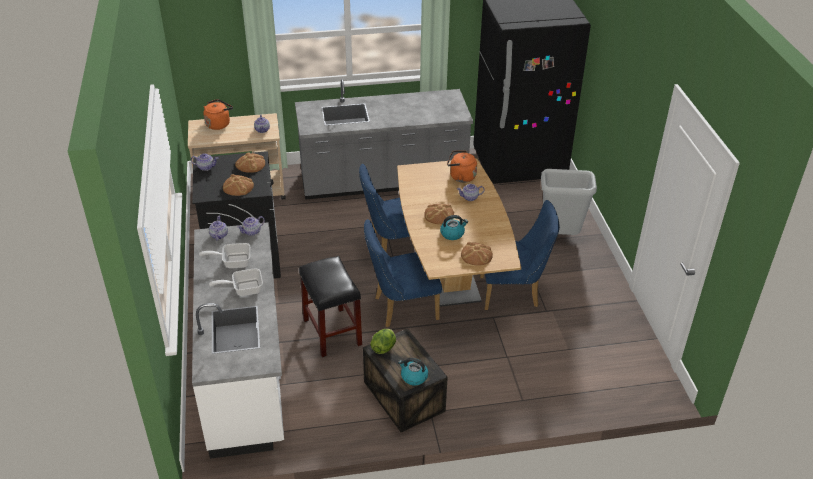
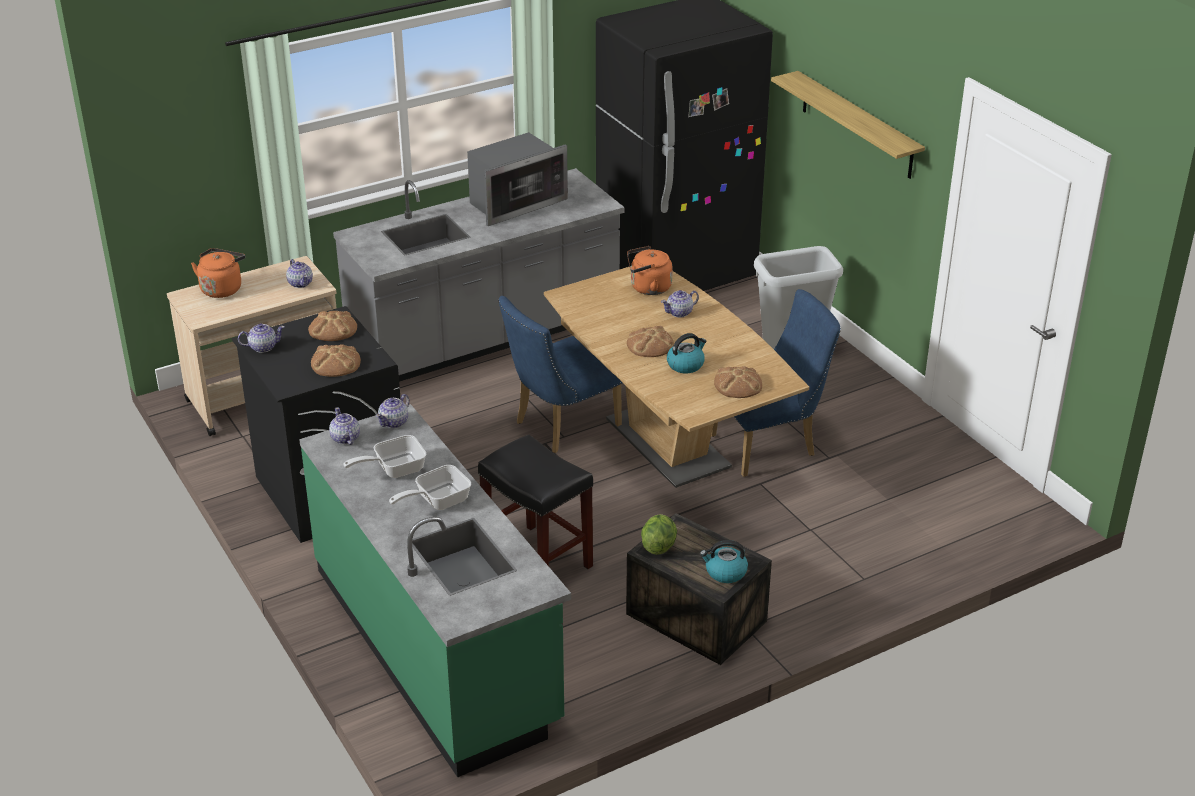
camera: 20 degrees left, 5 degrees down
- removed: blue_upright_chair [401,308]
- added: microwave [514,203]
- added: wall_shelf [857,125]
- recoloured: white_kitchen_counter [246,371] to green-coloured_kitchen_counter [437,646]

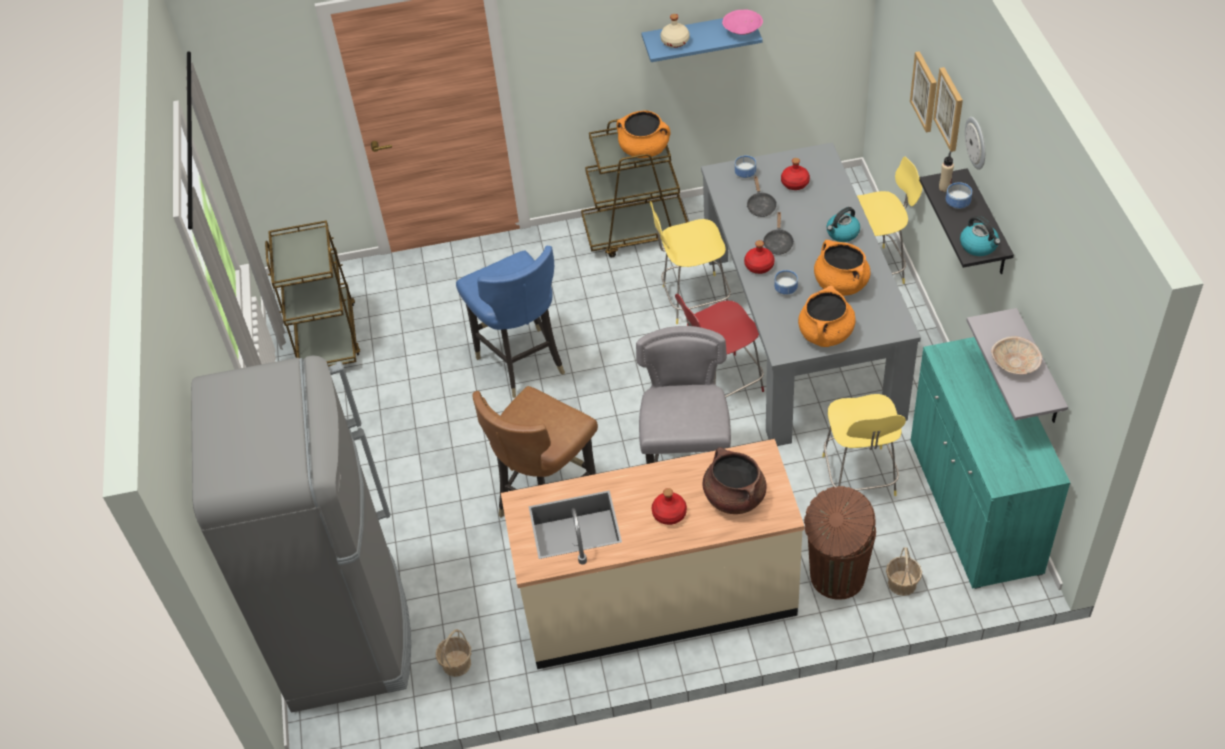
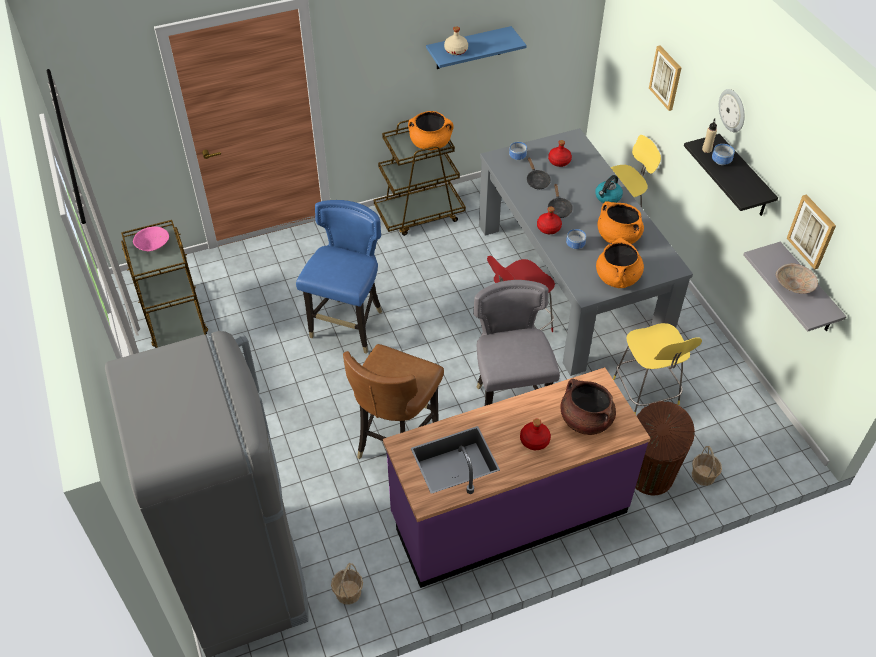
camera: 15 degrees left, 0 degrees up
- removed: yellow_sitting_stool [693,299]
- removed: blue-green_cupboard [974,506]
- removed: kettle [979,246]
- moved: pinkish_serving_bowl [742,30] to [153,245]
- moved: picture [950,109] to [812,231]
- recoloured: sand-coloured_kitchen_counter [657,599] to purple-coloured_kitchen_counter [508,513]
- turned: blue_upright_chair [521,362] = [348,327] 120 degrees counterclockwise

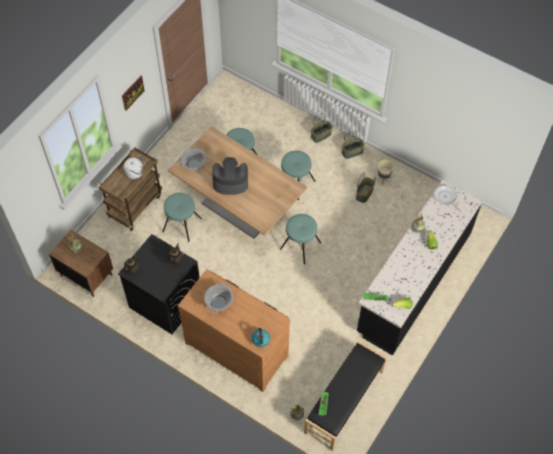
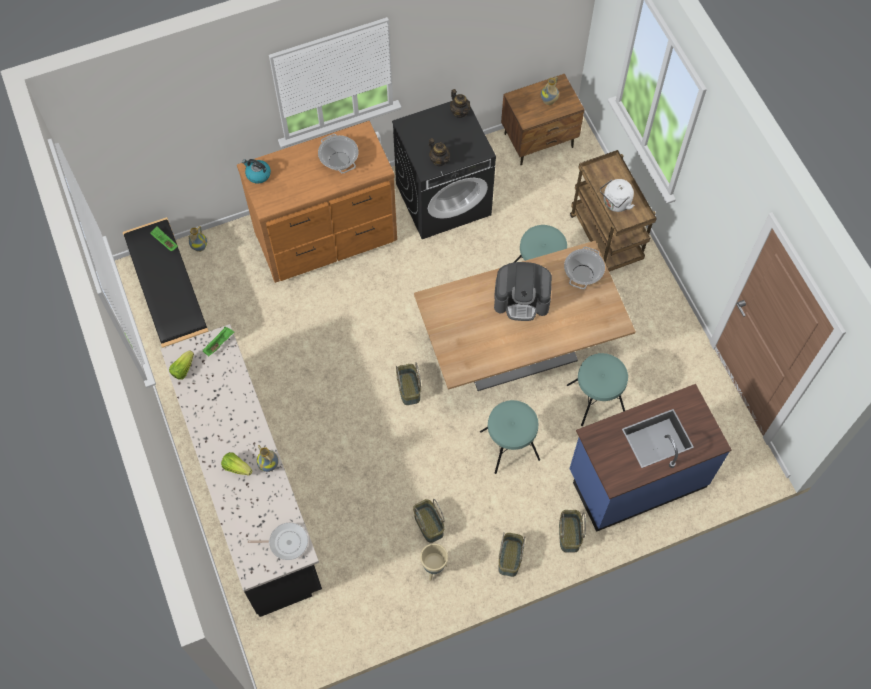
camera: 125 degrees right, 5 degrees up
- removed: picture [132,93]
- added: blue_kitchen_counter [636,478]
- replaced: blue-green_sitting_stool [300,246] to basket [408,388]
- turned: coffee_machine [230,182] = [522,299] 60 degrees clockwise

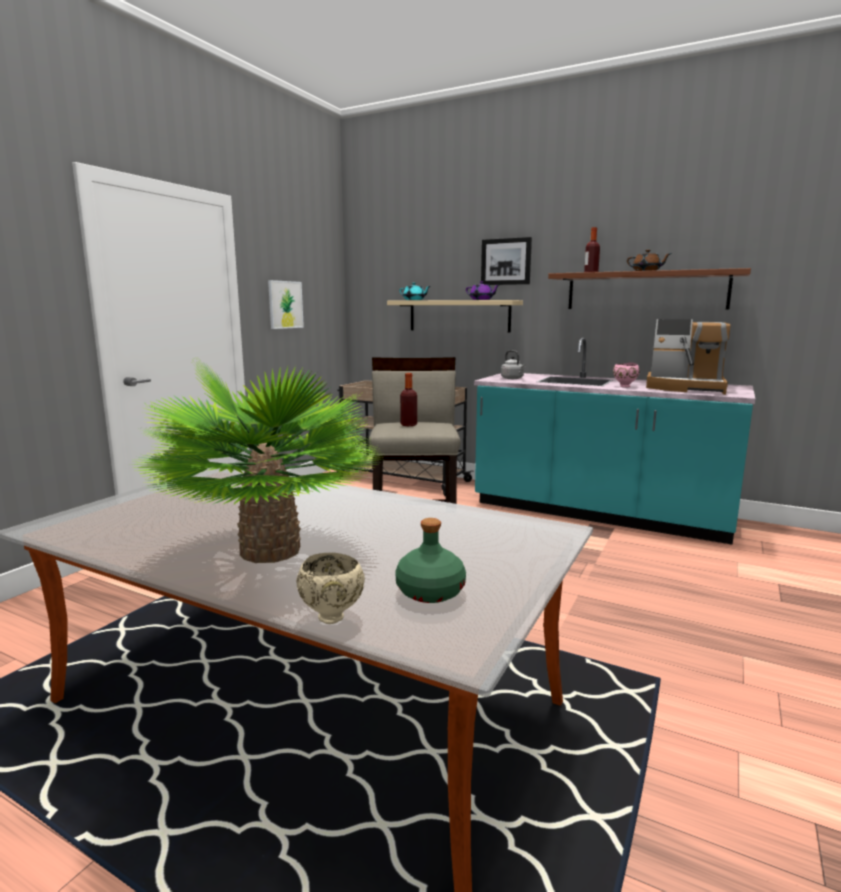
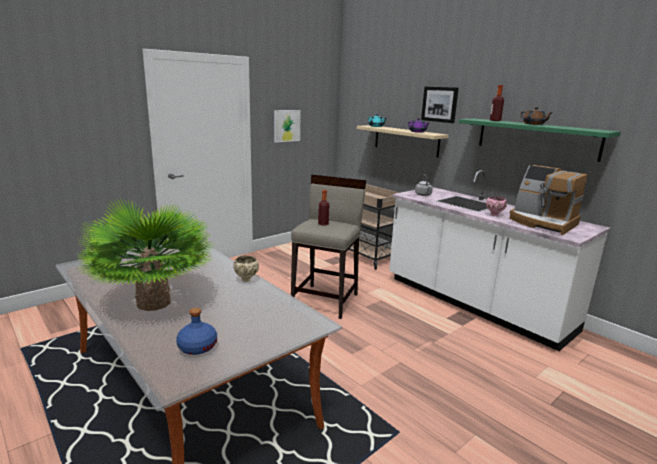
camera: 20 degrees right, 5 degrees up
- moved: sand-coloured_serving_bowl [333,617] to [246,280]
- recoloured: green-coloured_beverage_bottle [429,591] to blue_beverage_bottle [197,347]
- recoloured: blue-green_kitchen_counter [599,513] to white_kitchen_counter [474,304]
- recoloured: brownish_wall_shelf [645,291] to green-coloured_wall_shelf [536,138]

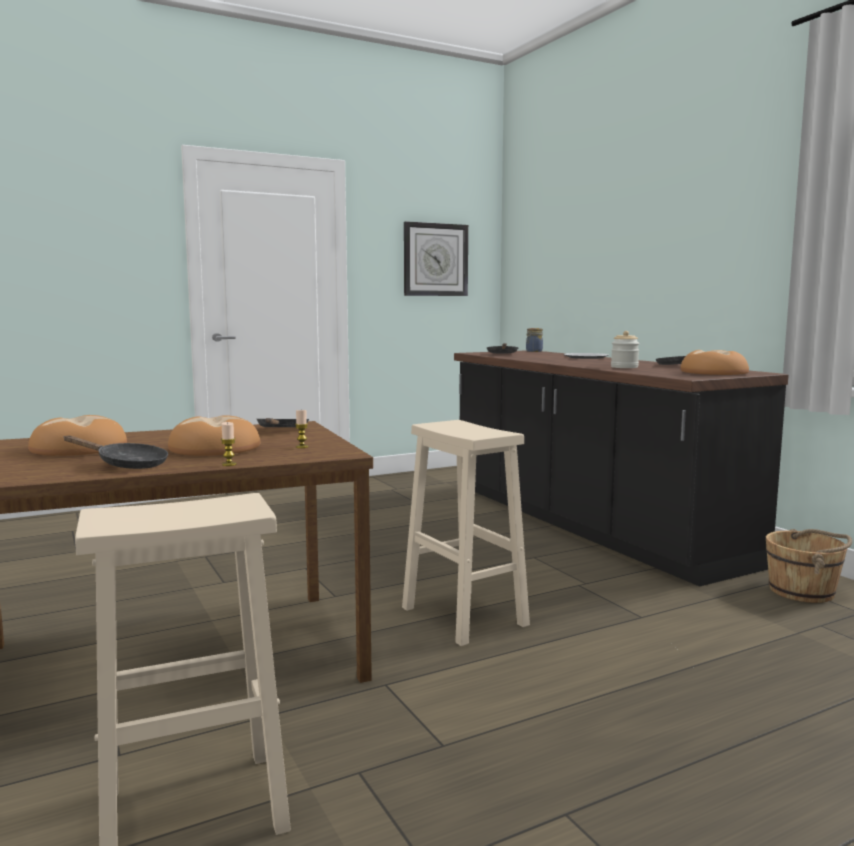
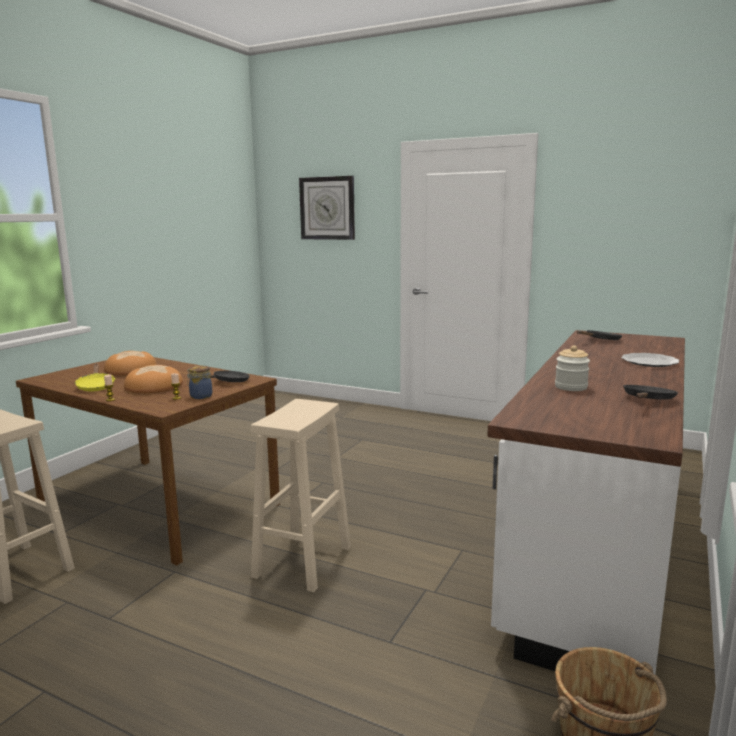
camera: 55 degrees right, 5 degrees up
- removed: bakery_bread [714,373]
- moved: hanging_clock [435,260] to [327,208]
- moved: storage_jar [533,351] to [200,396]
- recoloured: black_frying_pan [127,464] to yellow_frying_pan [96,386]
- recoloured: black_kitchen_counter [586,524] to white_kitchen_counter [594,547]

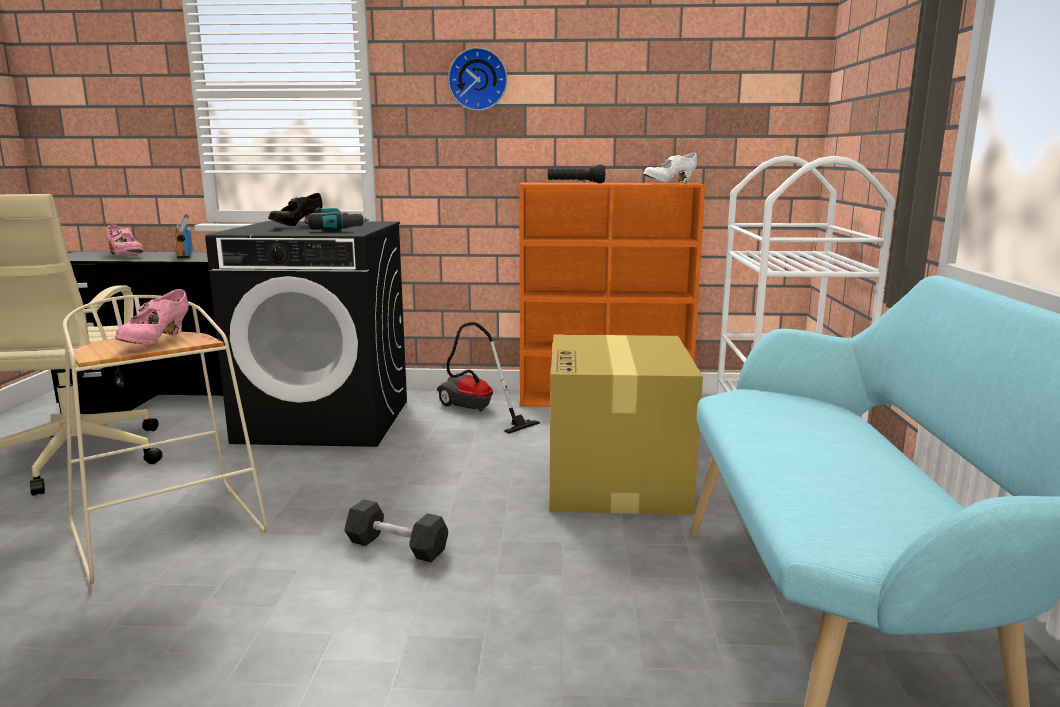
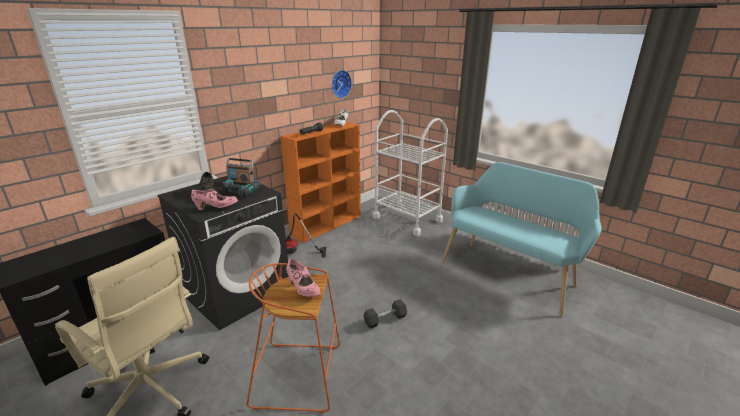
camera: 50 degrees left, 10 degrees up
- removed: packing_box [617,480]
- moved: pinkish_shoe [125,256] to [216,208]
- moved: radio_receiver [184,255] to [241,182]
- moved: hanging_clock [478,79] to [340,84]
- recoloured: sand-coloured_sitting_stool [171,532] to orangey_sitting_stool [300,375]

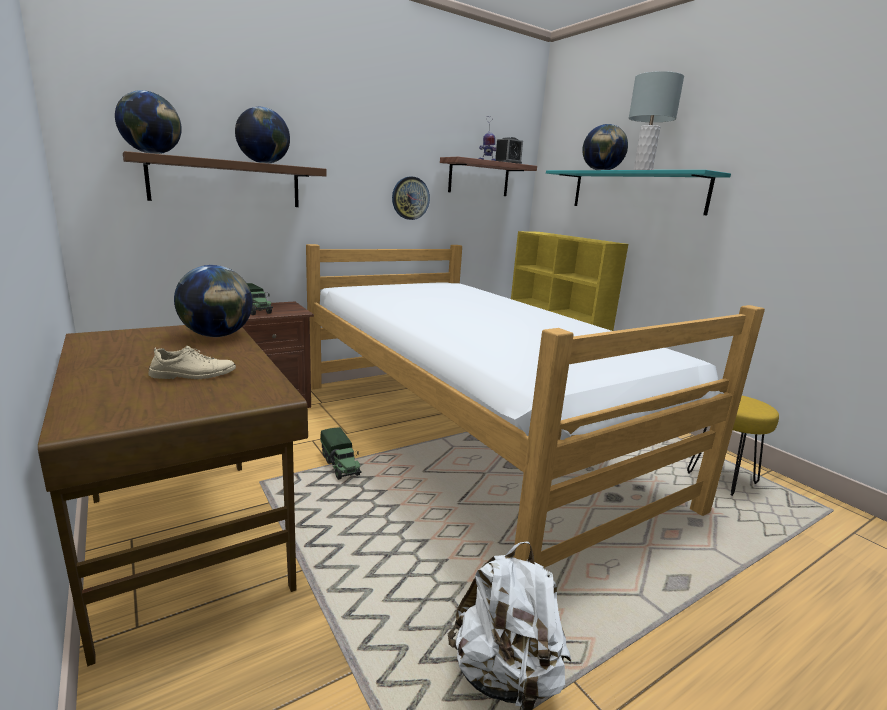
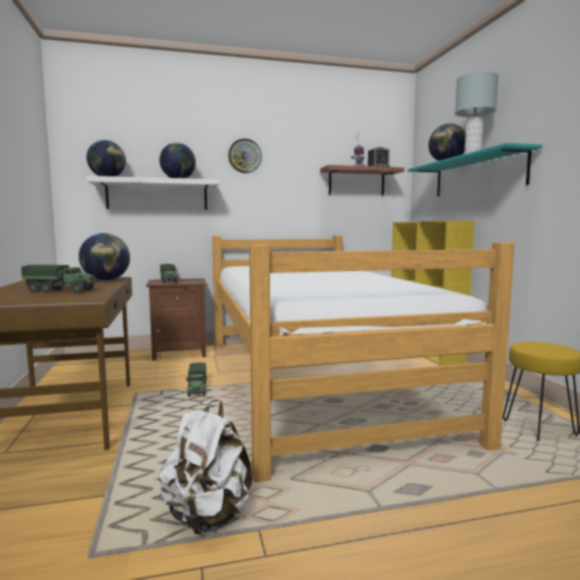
camera: 20 degrees right, 10 degrees down
- moved: hanging_clock [410,198] to [245,156]
- replaced: sand-coloured_shoe [193,374] to toy_lorry [62,291]
- recoloured: brownish_wall_shelf [227,183] to white_wall_shelf [157,195]

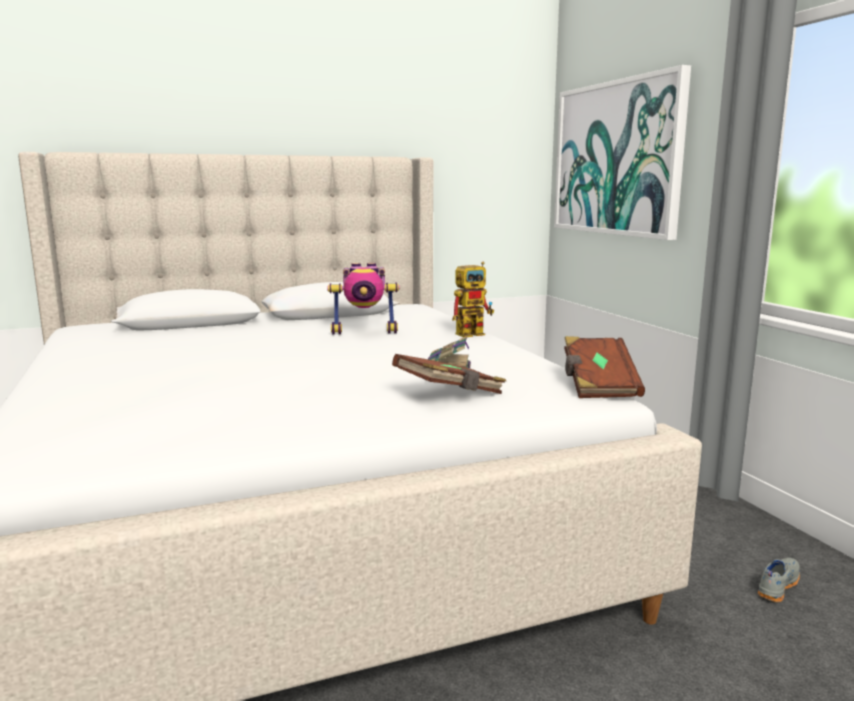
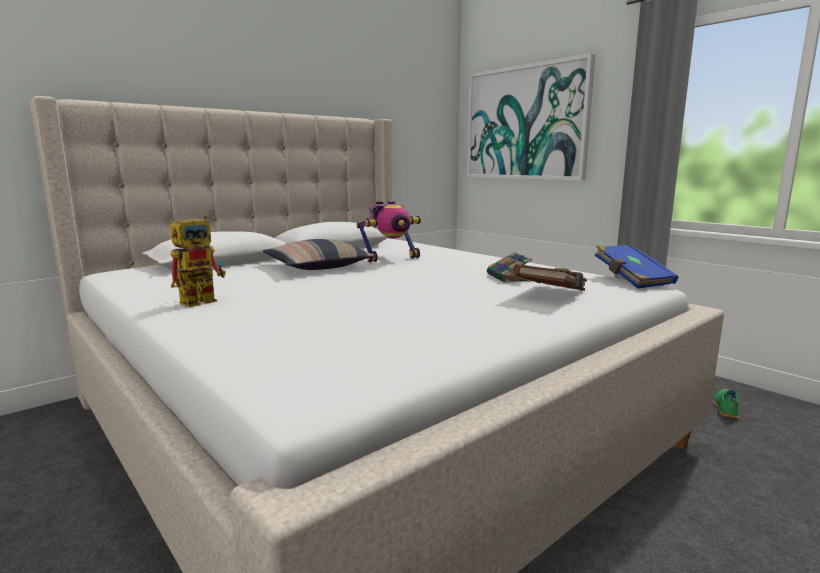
camera: 20 degrees left, 0 degrees up
- added: cushion [317,266]
- moved: toy_robot [474,333] to [204,300]
- recoloured: brownish_volume [598,386] to blue_volume [631,280]
- recoloured: grey_shoe [776,586] to green-coloured_shoe [725,408]

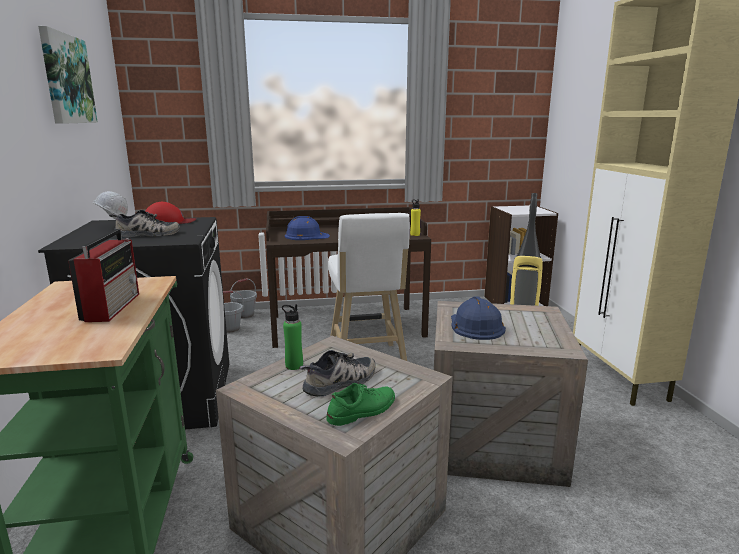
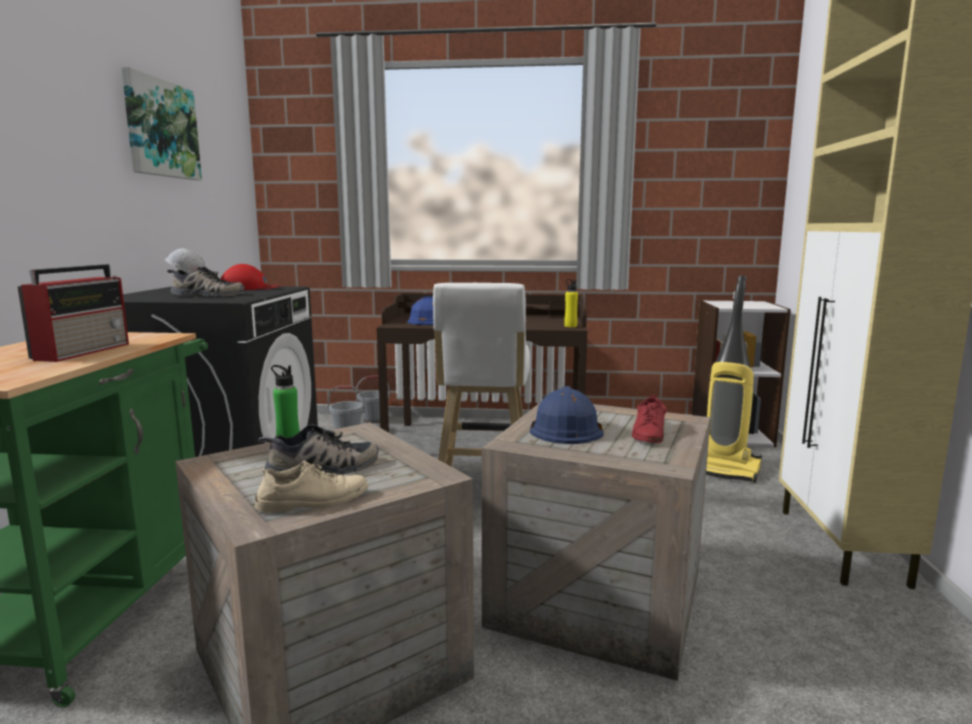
camera: 15 degrees right, 5 degrees down
- added: red-coloured_shoe [649,433]
- recoloured: green-coloured_shoe [362,410] to sand-coloured_shoe [314,501]

